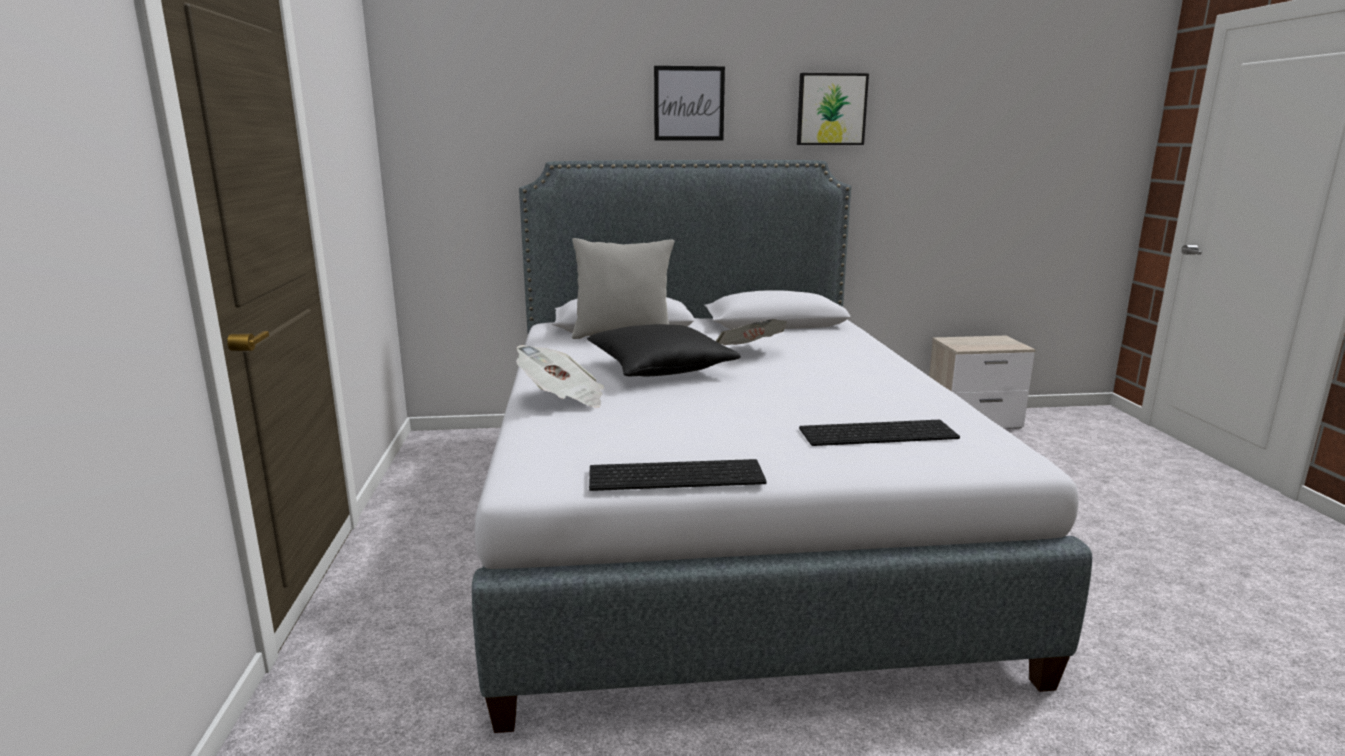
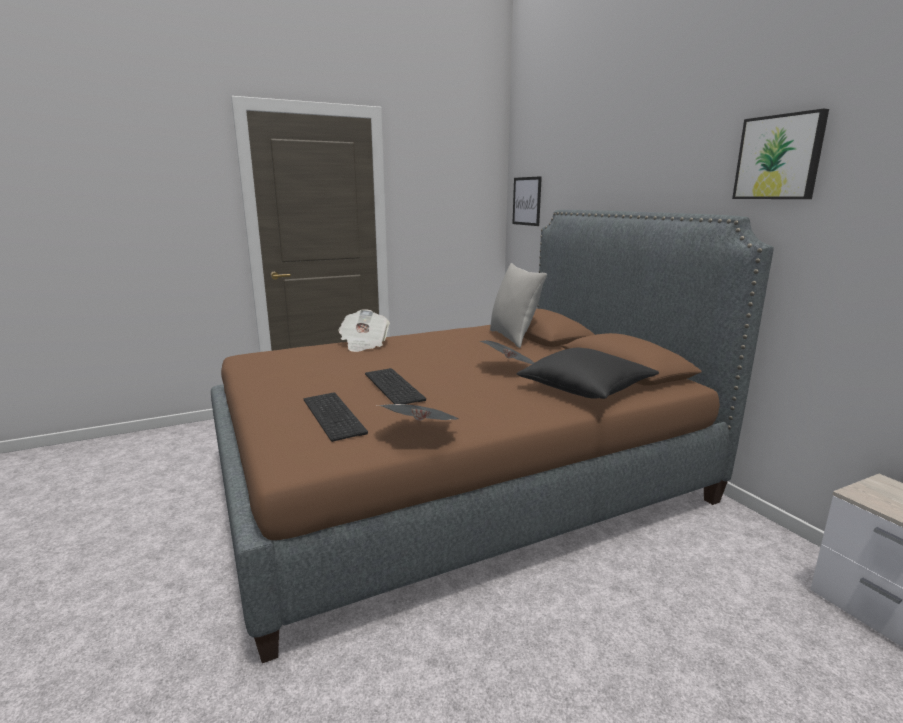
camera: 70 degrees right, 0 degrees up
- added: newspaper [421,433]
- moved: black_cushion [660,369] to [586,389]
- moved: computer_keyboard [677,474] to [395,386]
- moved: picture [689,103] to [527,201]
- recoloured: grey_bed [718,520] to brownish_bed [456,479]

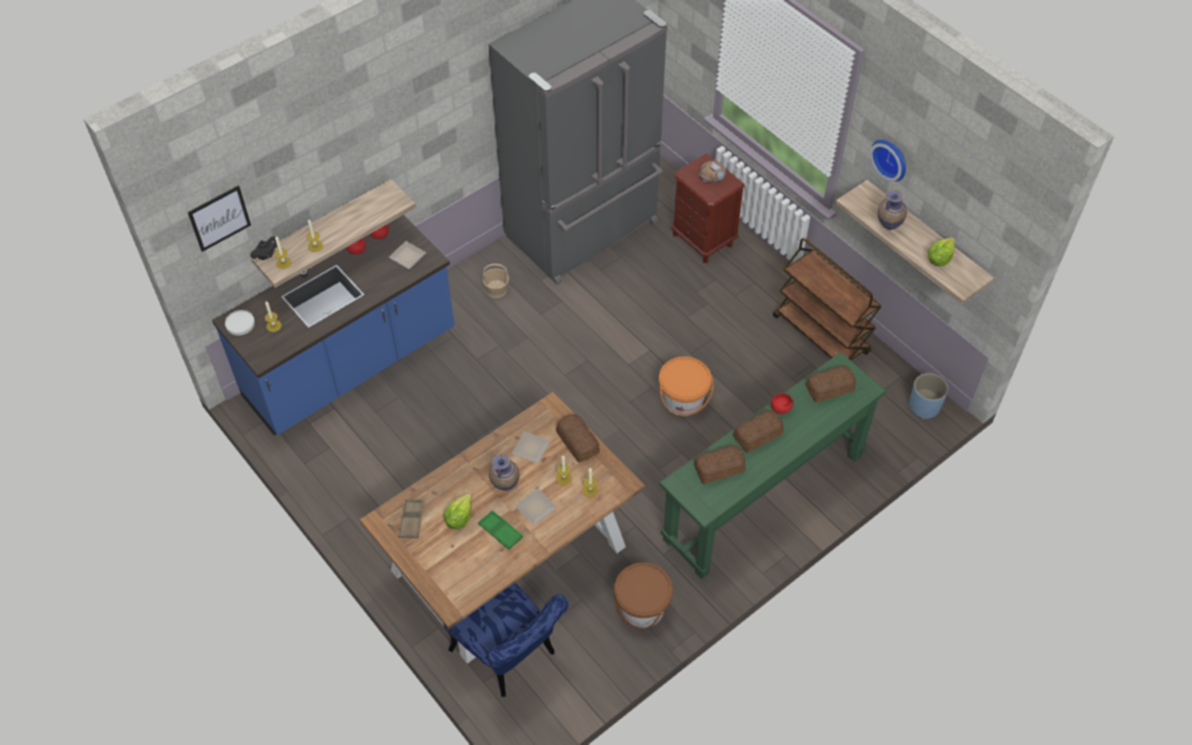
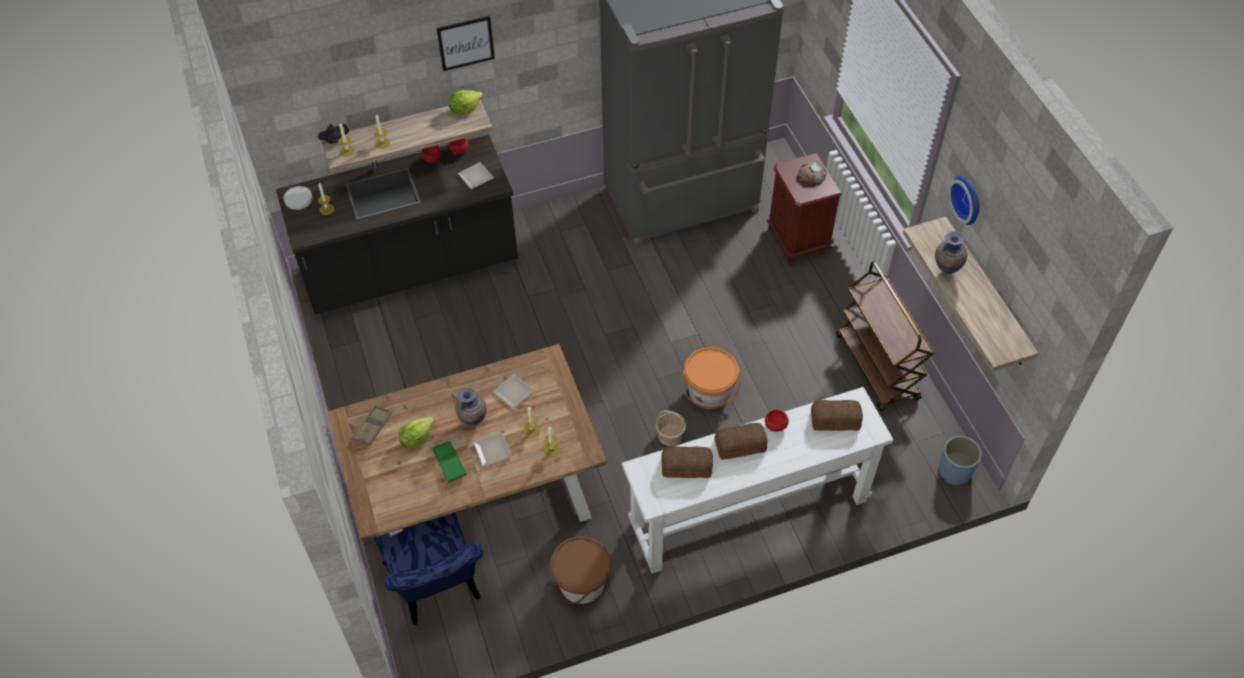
camera: 20 degrees right, 0 degrees up
- removed: bakery_bread [578,441]
- moved: picture [219,218] to [465,43]
- moved: basket [496,289] to [670,435]
- moved: head_of_lettuce [939,259] to [465,109]
- recoloured: blue_kitchen_counter [351,366] to black_kitchen_counter [411,270]
- recoloured: green-coloured_console_table [763,497] to white_console_table [748,511]

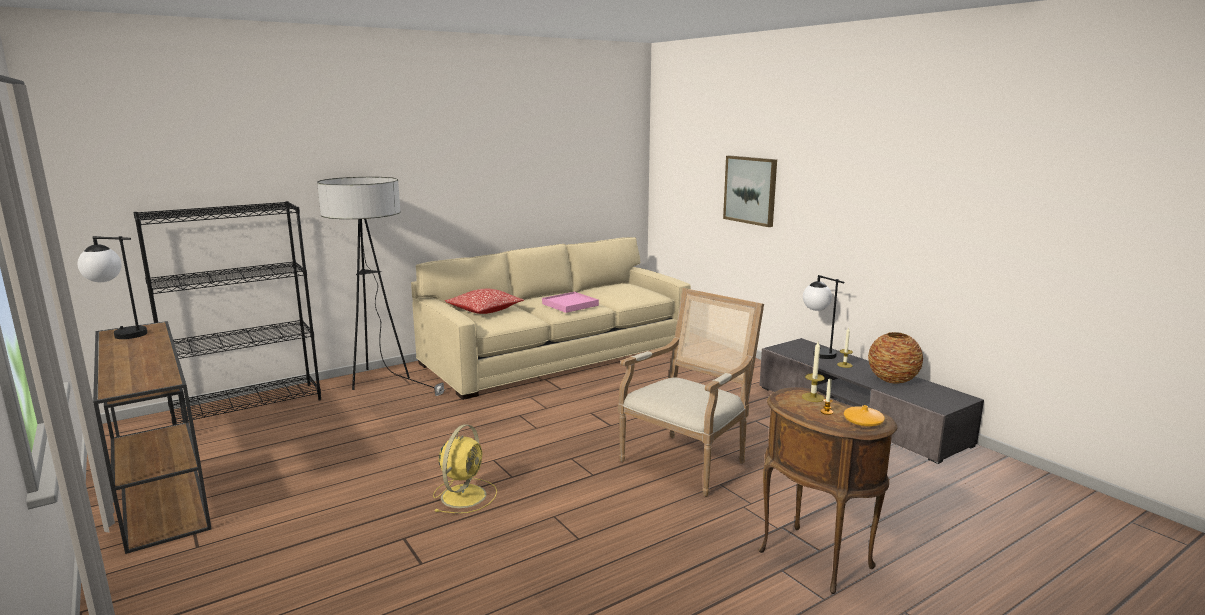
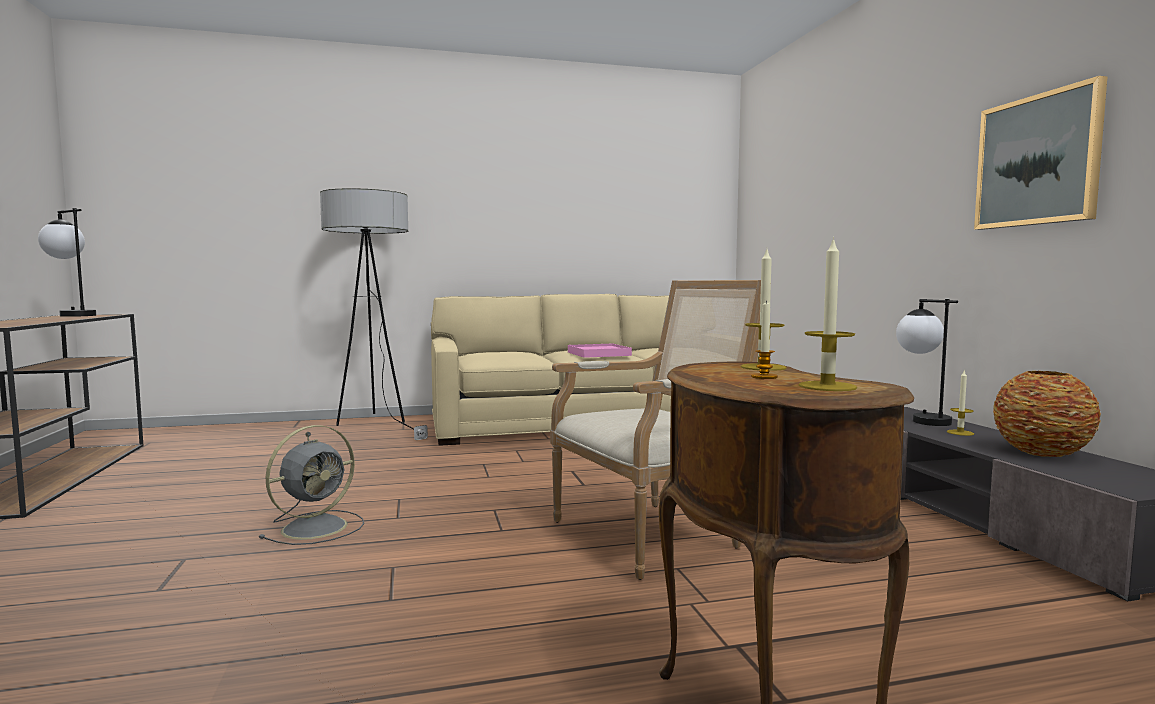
camera: 20 degrees right, 10 degrees down
- removed: black_bookshelf [248,406]
- removed: cushion [484,310]
- moved: picture [750,190] to [1038,160]
- replaced: orangey_flower_vase [863,422] to candle [827,386]
- recoloured: yellow_cooling_fan [464,495] to grey_cooling_fan [317,527]

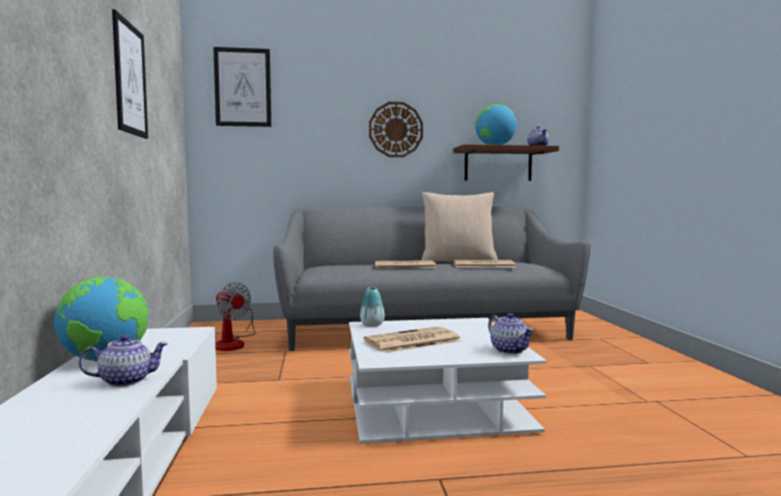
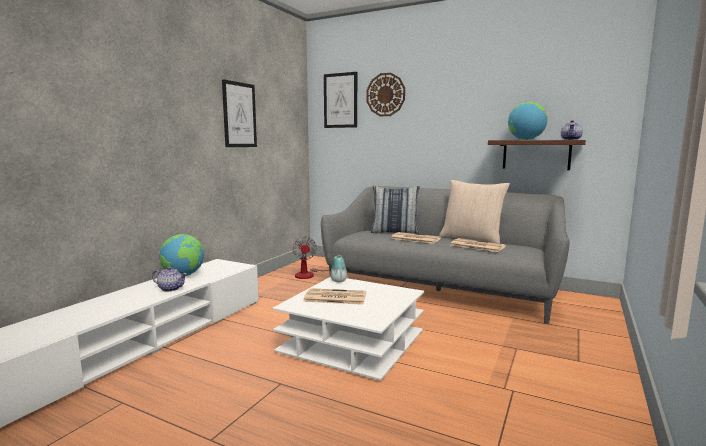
camera: 35 degrees right, 5 degrees up
- removed: pot_for_tea [510,350]
- added: cushion [395,232]
- moved: hanging_clock [395,129] to [385,94]

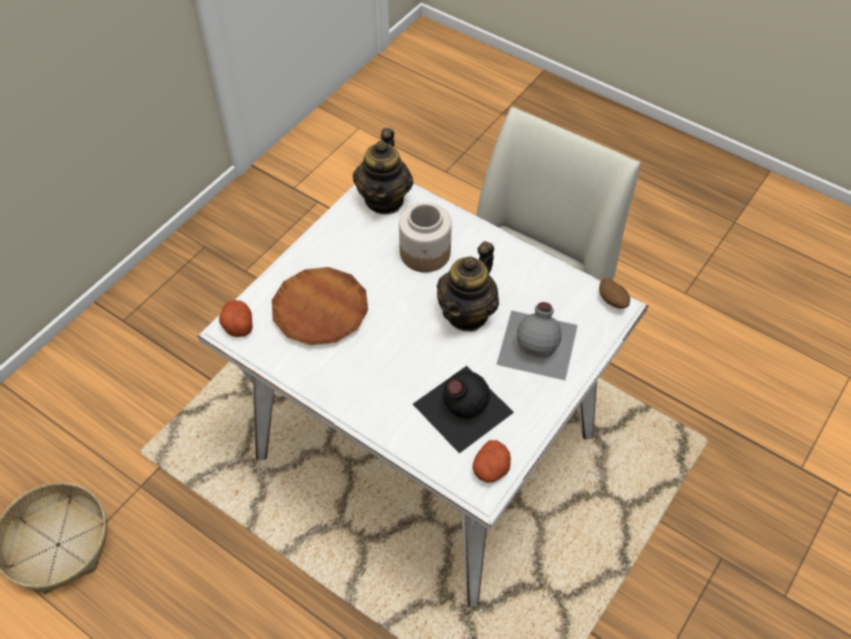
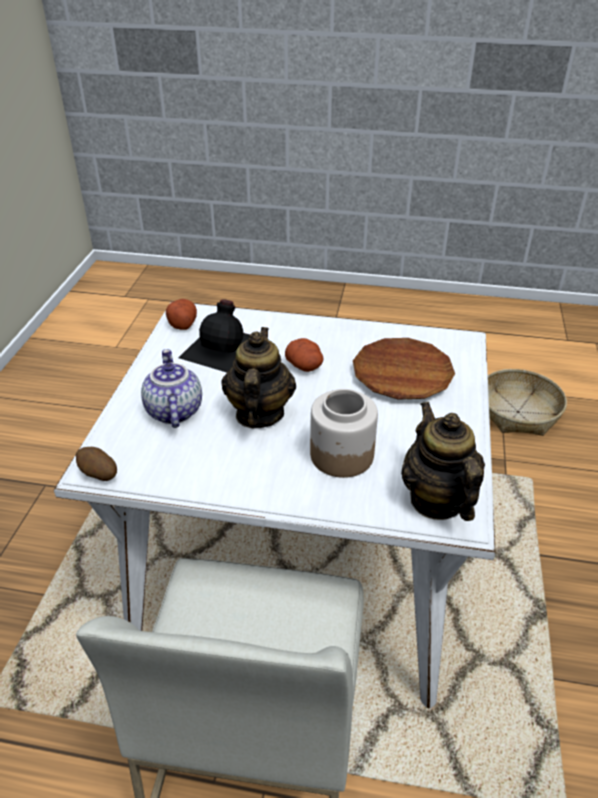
camera: 155 degrees right, 15 degrees down
- moved: potato [237,325] to [305,366]
- replaced: grey_beverage_bottle [539,343] to pot_for_tea [172,411]

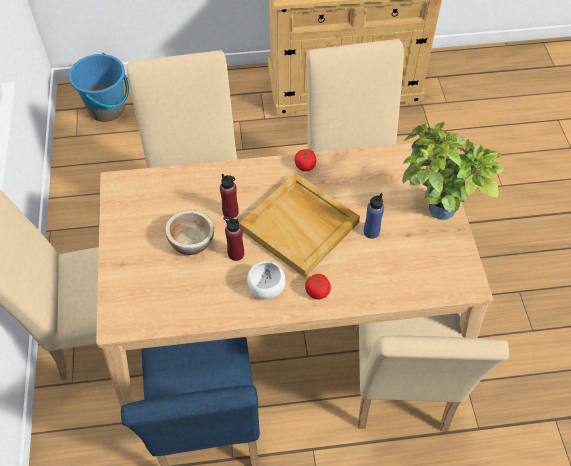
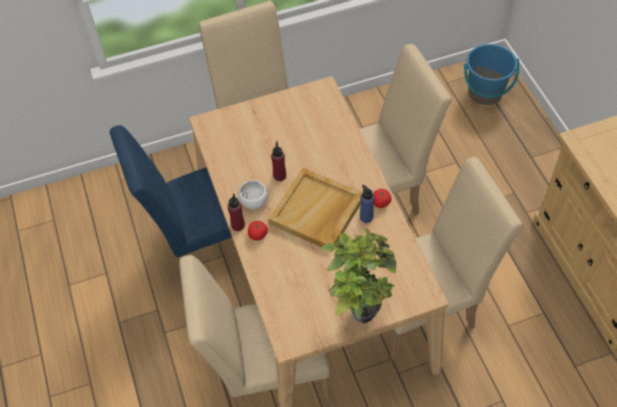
camera: 80 degrees right, 0 degrees up
- removed: serving_bowl [191,241]
- moved: red-coloured_beverage_bottle [230,212] to [238,225]
- moved: blue_beverage_bottle [371,232] to [366,217]

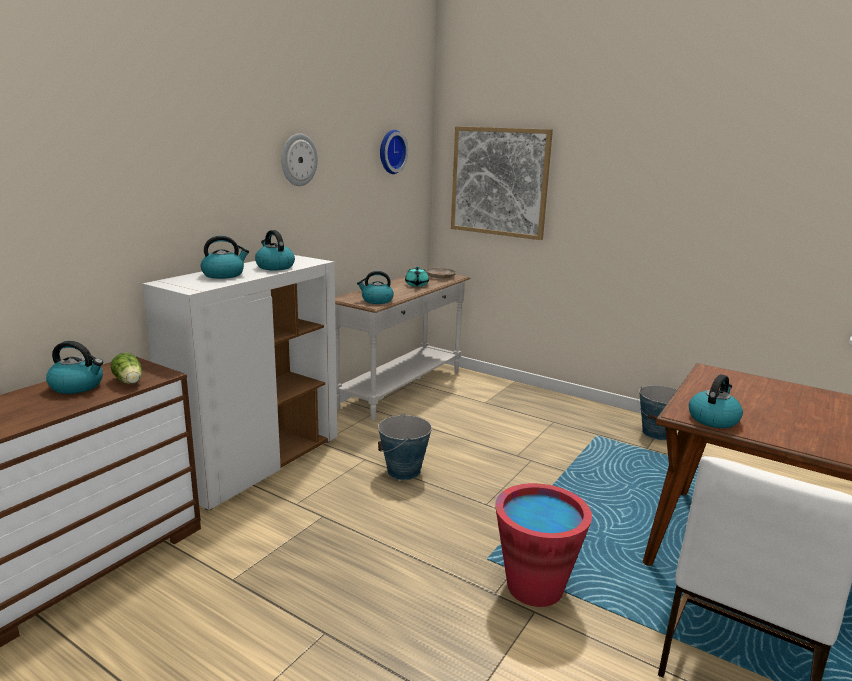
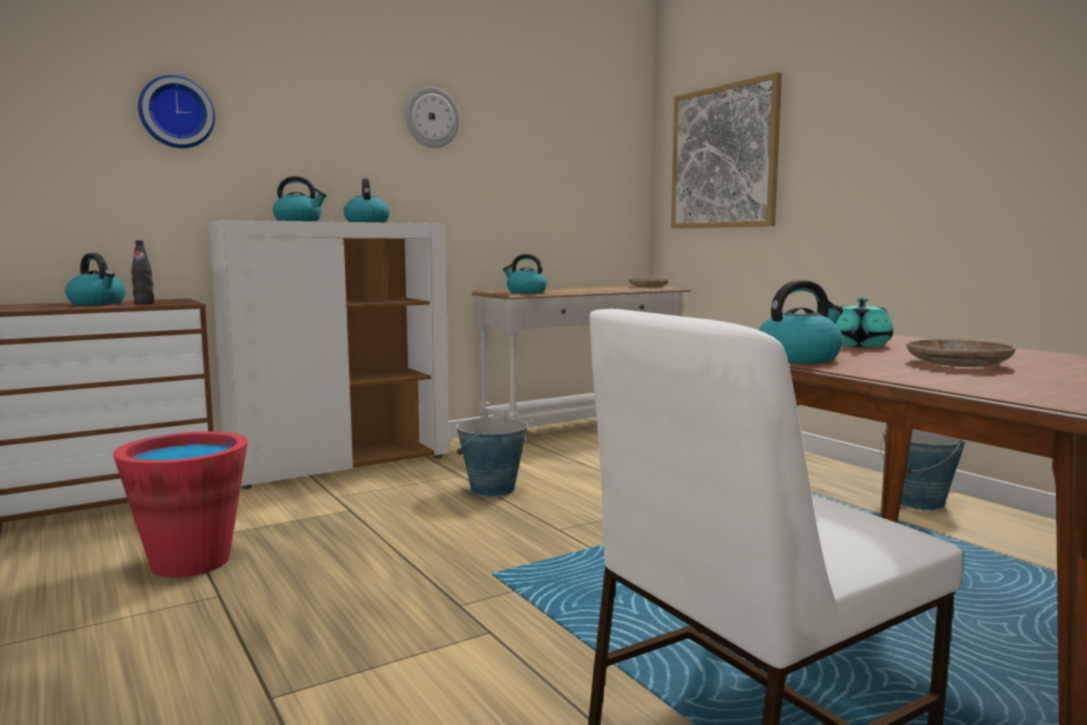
camera: 25 degrees right, 10 degrees down
- added: sand-coloured_plate [958,364]
- moved: hanging_clock [390,151] to [176,113]
- moved: blue-green_pot_for_tea [416,285] to [858,345]
- moved: red-coloured_bucket [534,587] to [190,562]
- replaced: head_of_lettuce [129,382] to black_beverage_bottle [144,304]

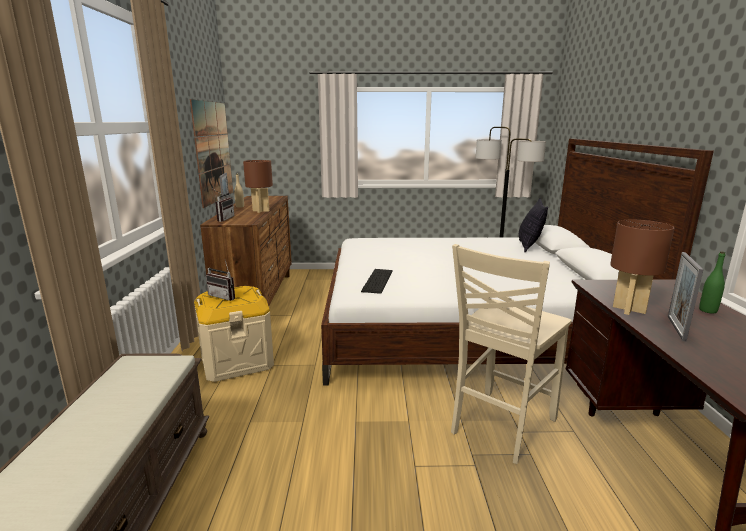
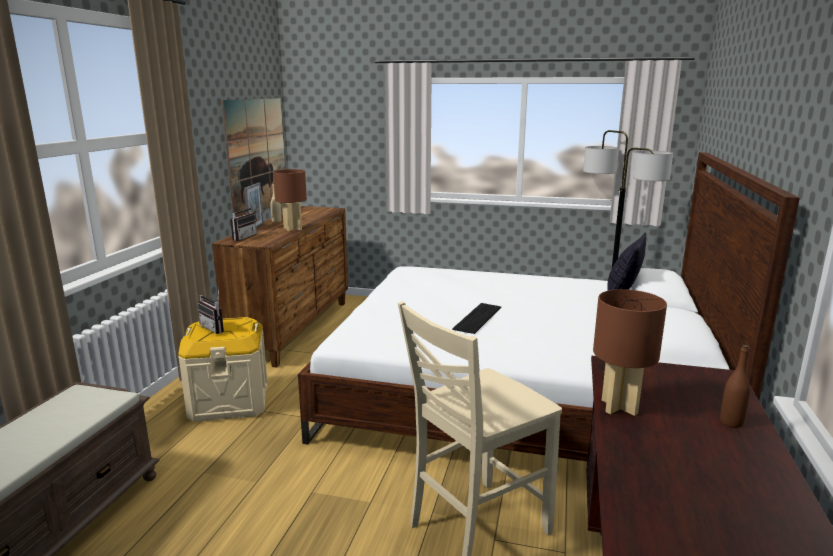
camera: 15 degrees right, 0 degrees up
- removed: photo_frame [676,328]
- moved: computer_keyboard [377,280] to [478,318]
- recoloured: green-coloured_beverage_bottle [708,310] to brownish_beverage_bottle [731,423]

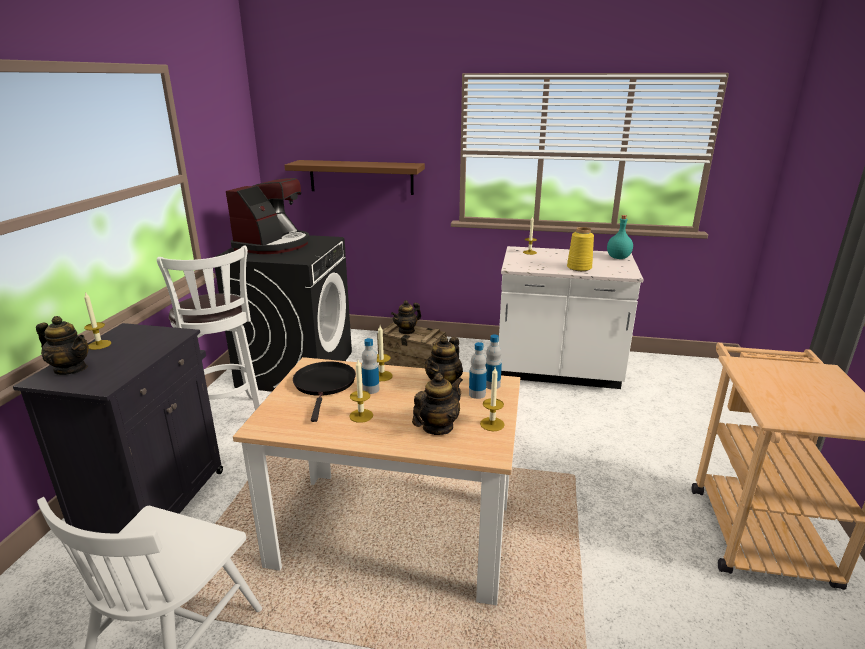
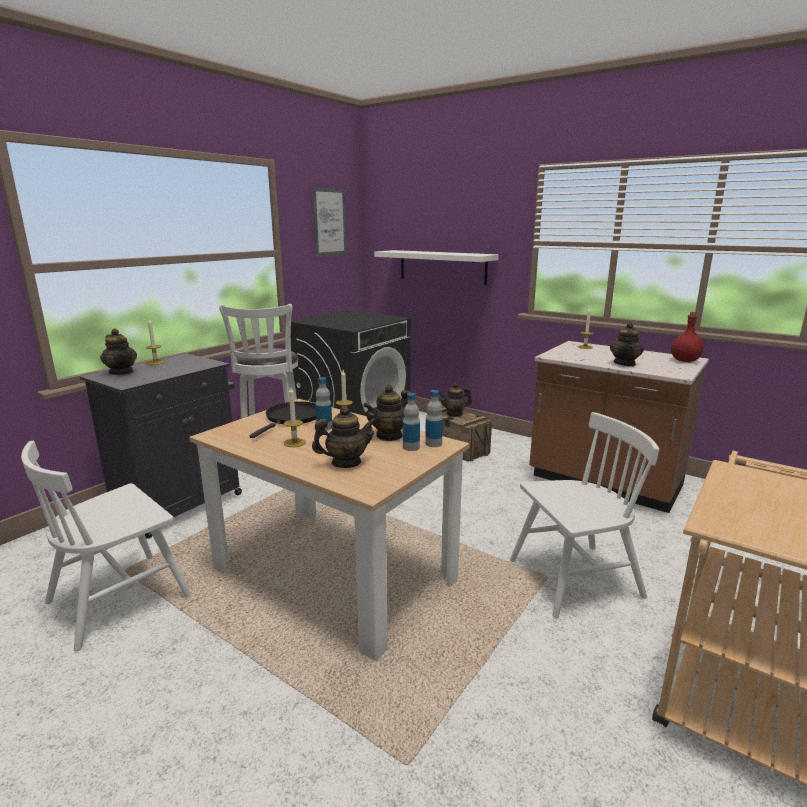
camera: 25 degrees right, 5 degrees down
- removed: coffee_machine [273,245]
- removed: candle [492,424]
- added: picture [329,222]
- added: white_upright_chair [574,579]
- replaced: yellow_flower_vase [579,268] to pot_for_tea [624,363]
- recoloured: brownish_wall_shelf [361,177] to white_wall_shelf [442,267]
- recoloured: white_kitchen_counter [557,372] to brownish_kitchen_counter [604,483]
- recoloured: blue-green_beverage_bottle [618,257] to red-coloured_beverage_bottle [684,360]

